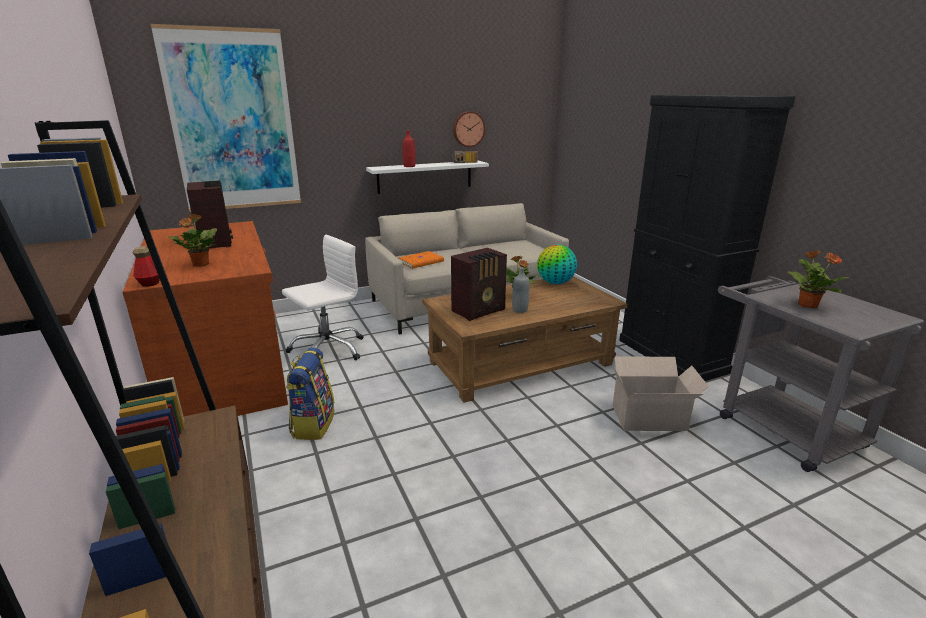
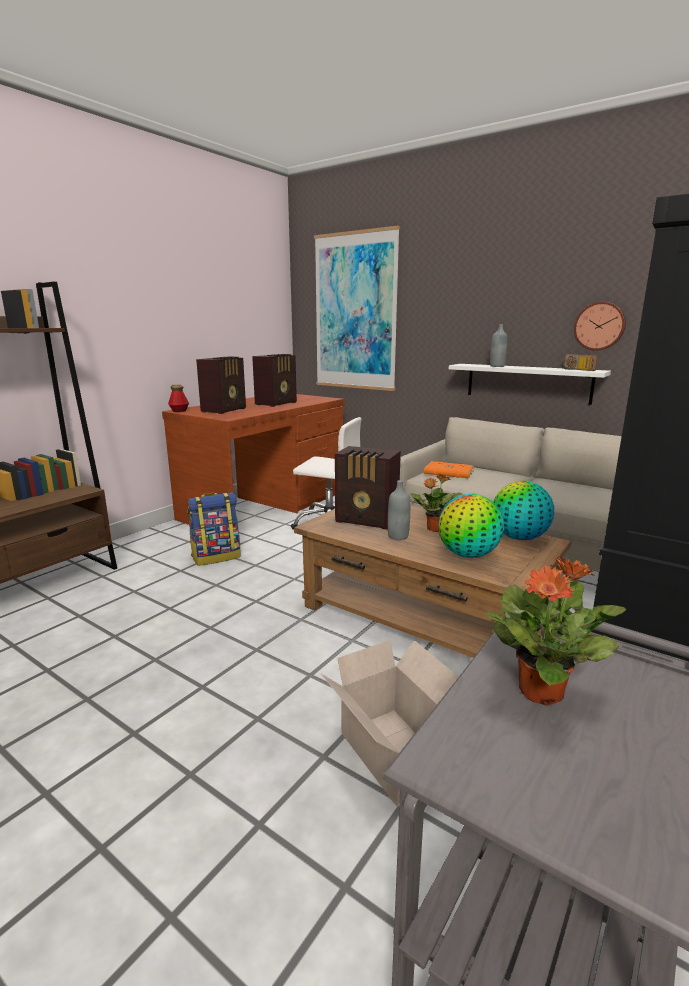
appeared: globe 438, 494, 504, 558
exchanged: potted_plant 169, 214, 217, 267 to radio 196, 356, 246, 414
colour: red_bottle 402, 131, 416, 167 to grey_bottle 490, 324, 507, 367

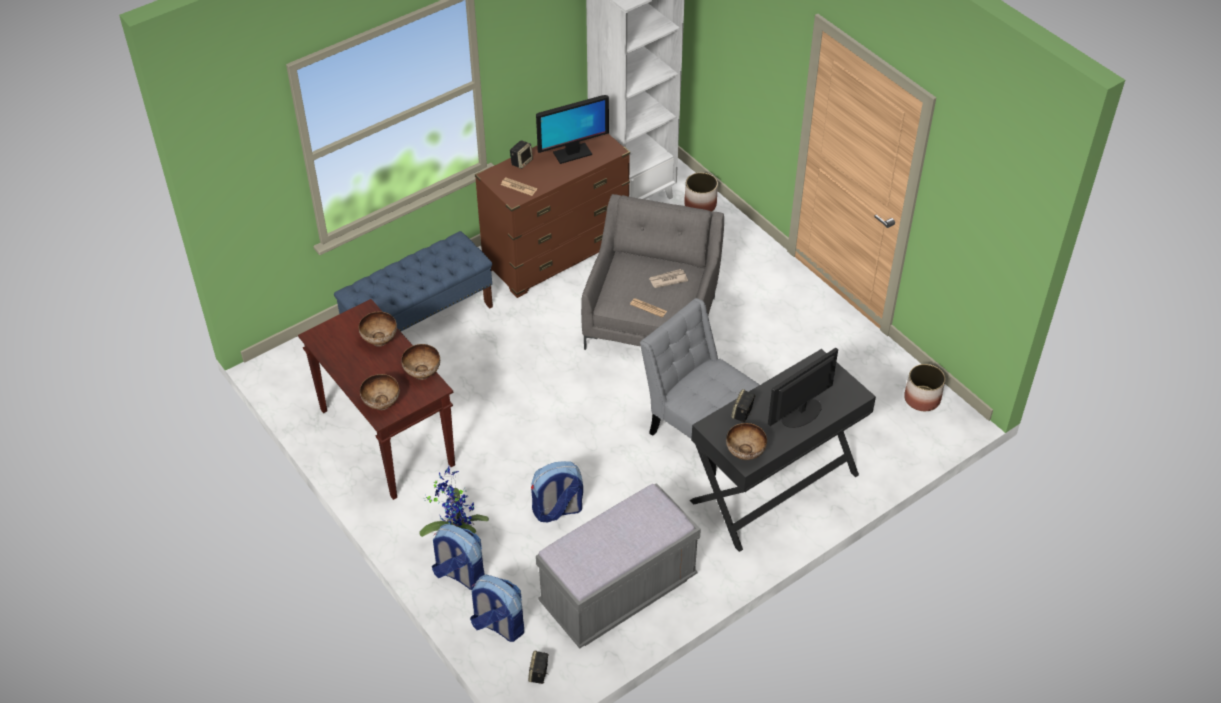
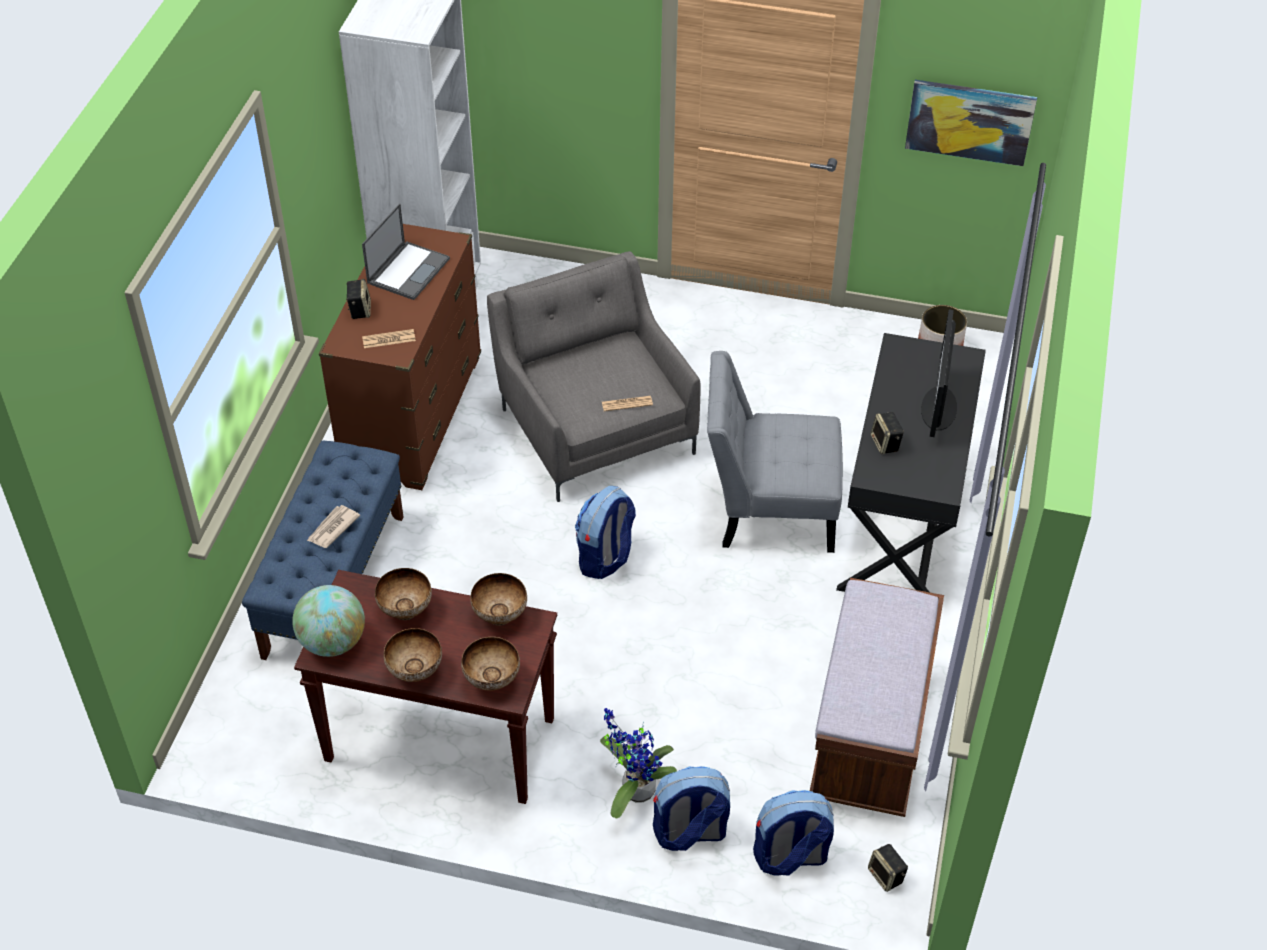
missing: planter 684, 172, 718, 211
appeared: globe 292, 585, 365, 657; picture 905, 80, 1037, 166
relocated: backpack 531, 461, 583, 522 to 575, 486, 636, 579; newspaper 649, 269, 688, 288 to 307, 505, 360, 548; bowl 726, 423, 767, 460 to 383, 628, 442, 682
exchanged: monitor 536, 95, 609, 164 to laptop 362, 203, 450, 300
colour: grey_bench 536, 483, 701, 648 to brown_bench 810, 578, 944, 817

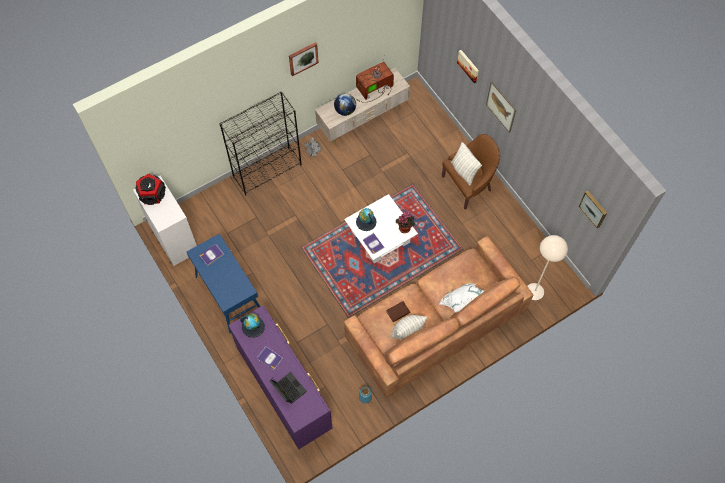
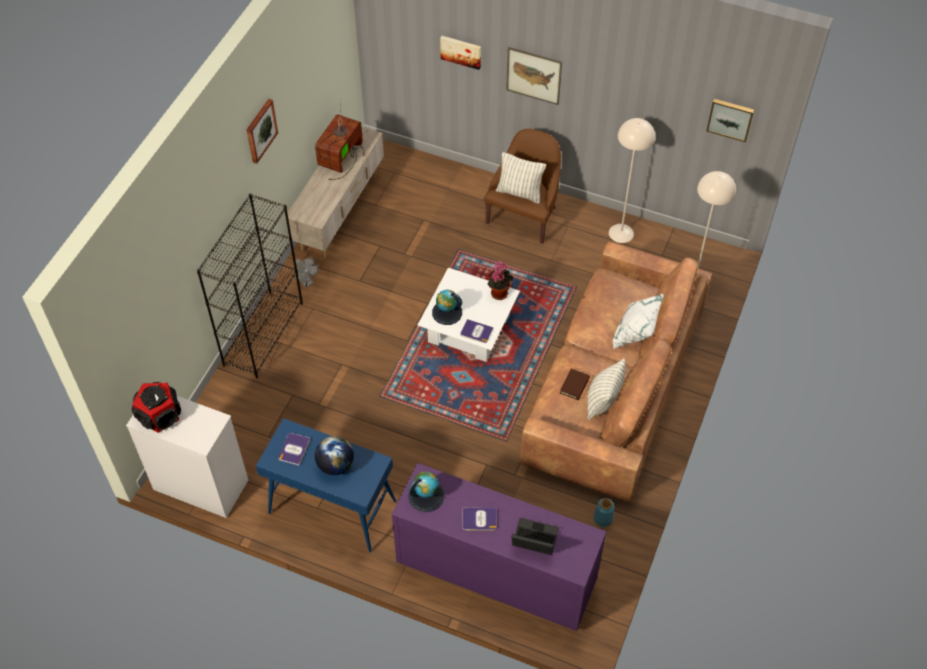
appeared: beige_floor_lamp 609, 118, 655, 243
relocated: globe 334, 93, 356, 116 to 315, 436, 354, 475

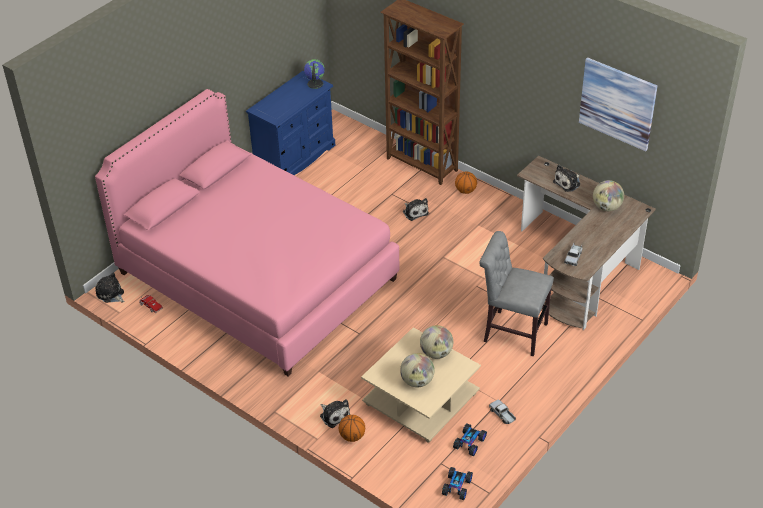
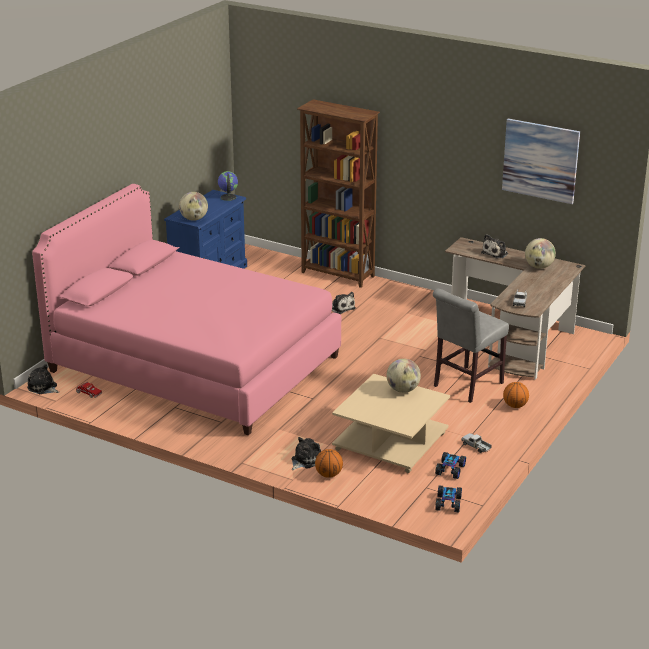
relocated: globe 400, 353, 435, 388 to 179, 192, 208, 221; basketball 455, 171, 477, 194 to 503, 382, 529, 408
spun: plush_toy 320, 399, 350, 428 = 292, 437, 321, 470 90 degrees counterclockwise; grey_chair 479, 231, 554, 356 = 433, 289, 509, 403 60 degrees counterclockwise

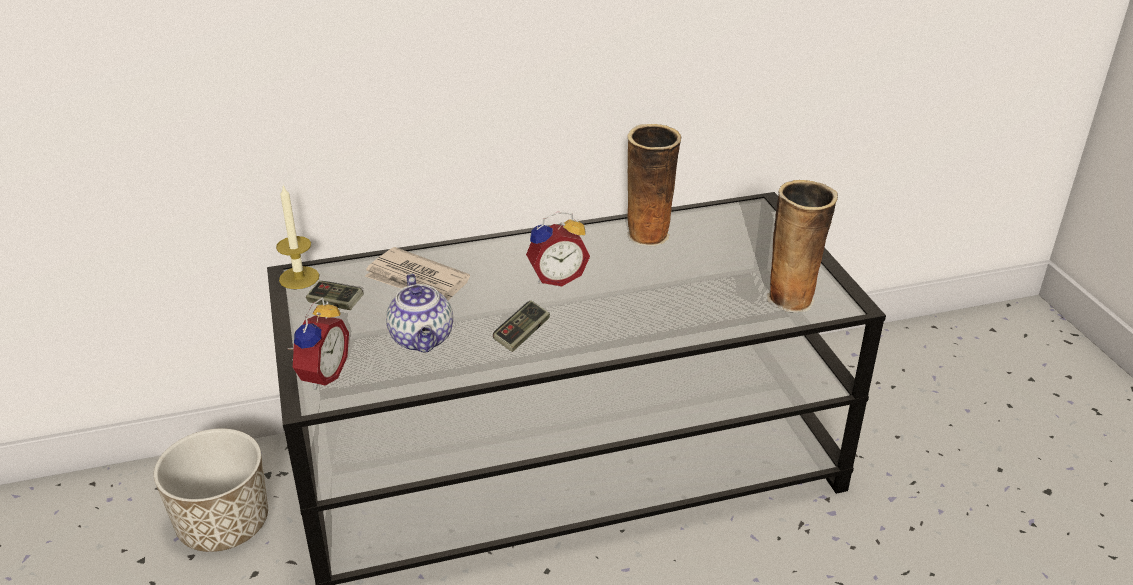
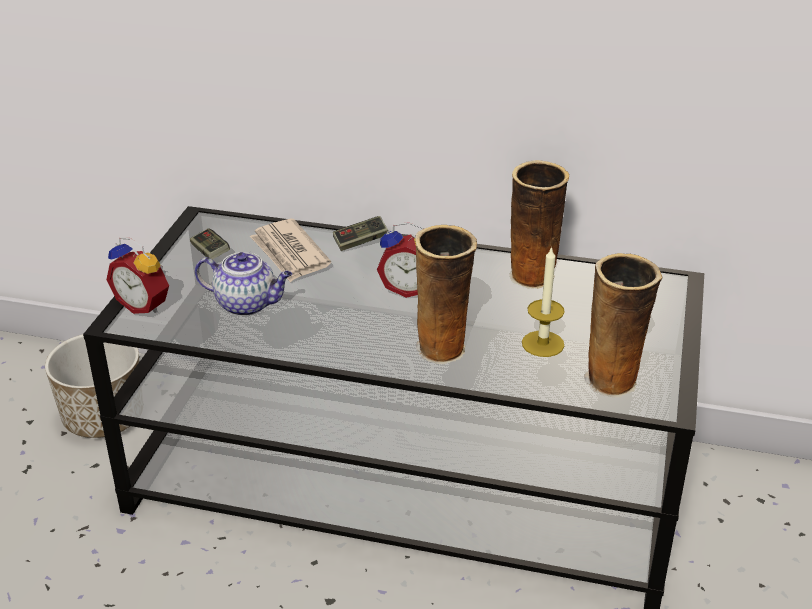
appeared: vase 415, 225, 477, 364
relocated: candle 276, 185, 319, 289 to 522, 246, 565, 357; game_controller 493, 300, 550, 352 to 333, 216, 388, 251
spun: alarm_clock 287, 297, 349, 390 = 106, 237, 169, 314 75 degrees clockwise; teapot 386, 274, 453, 353 = 195, 252, 292, 316 90 degrees counterclockwise

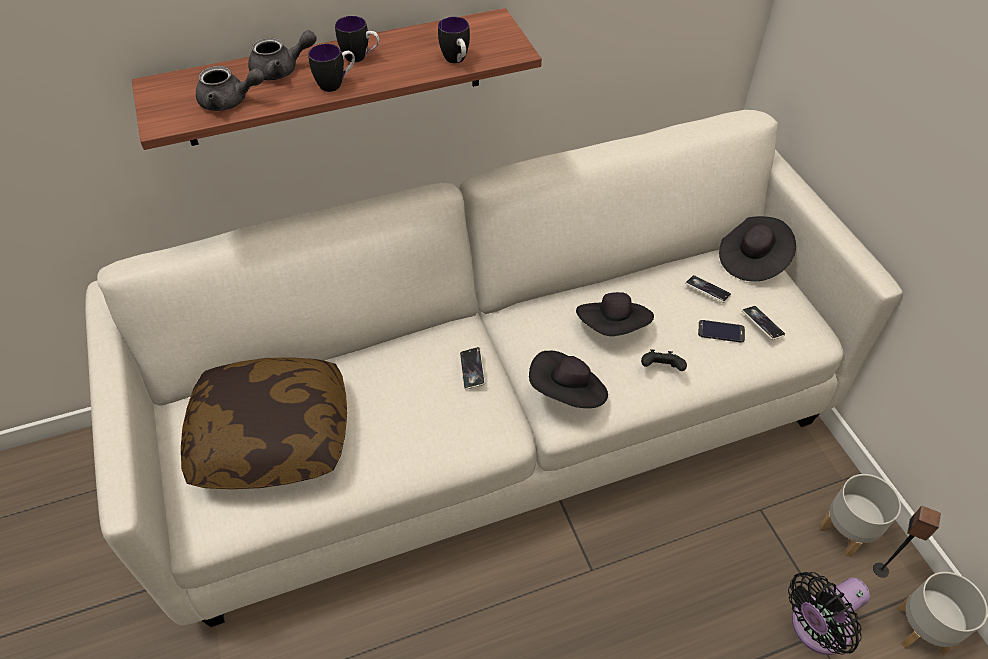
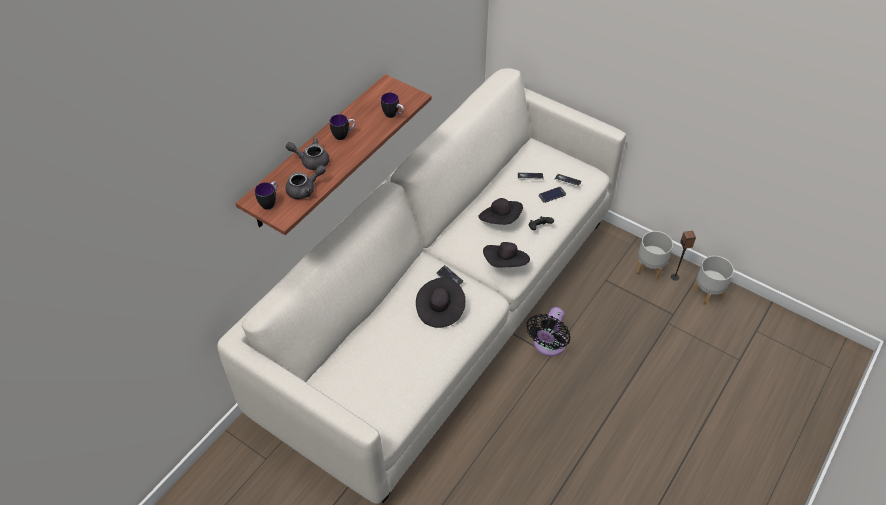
missing: pillow 181, 357, 347, 489
relocated: mug 308, 44, 355, 92 to 255, 182, 277, 210; black_hat 719, 216, 796, 281 to 416, 277, 466, 328; black_fan 788, 572, 870, 655 to 526, 307, 570, 356
spun: grey_teapot 248, 30, 317, 81 = 286, 137, 329, 170 120 degrees counterclockwise

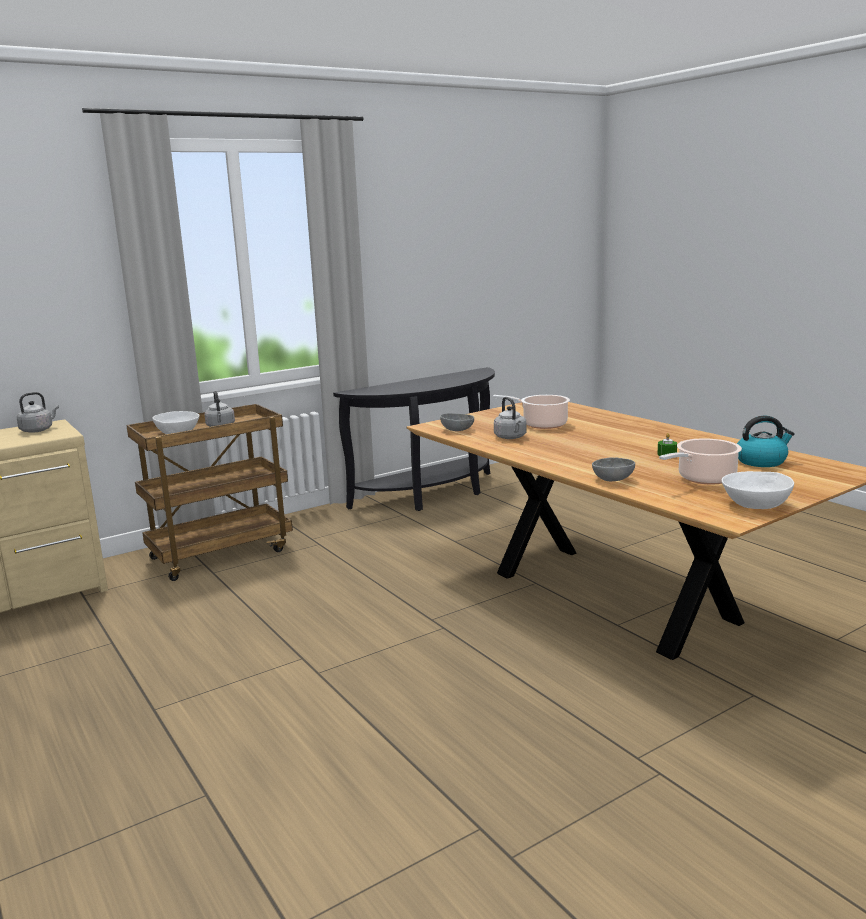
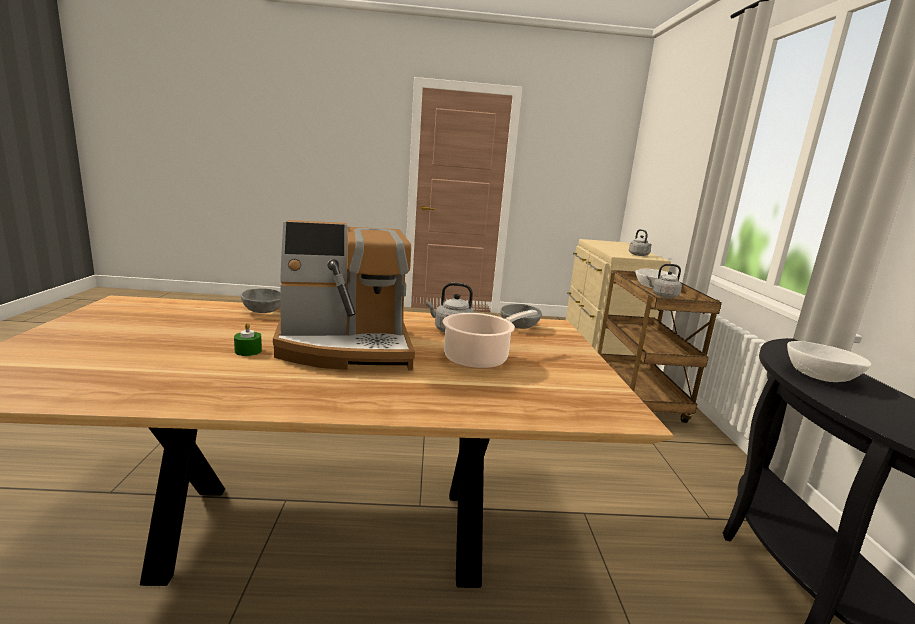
missing: cooking_pot 659, 438, 742, 484; kettle 737, 416, 795, 467
appeared: coffee_machine 273, 220, 415, 370
relocated: white_bowl 722, 471, 794, 509 to 787, 341, 871, 382

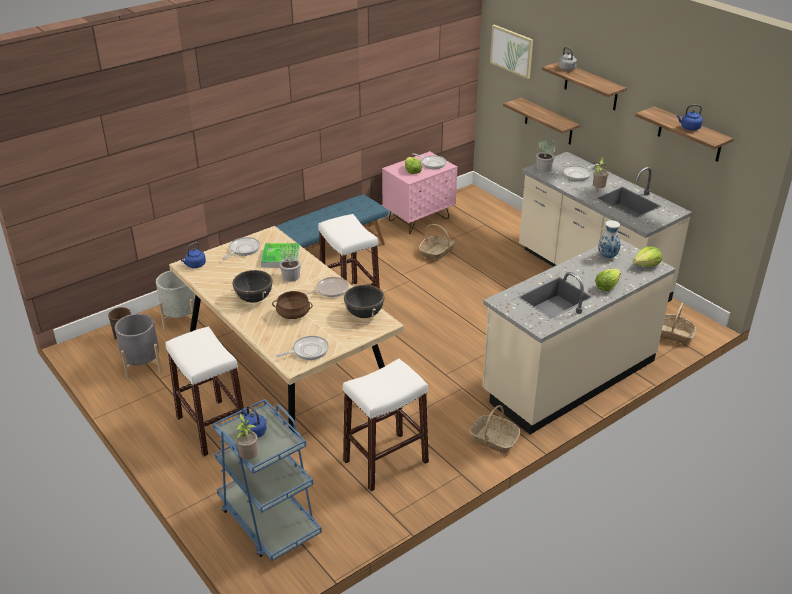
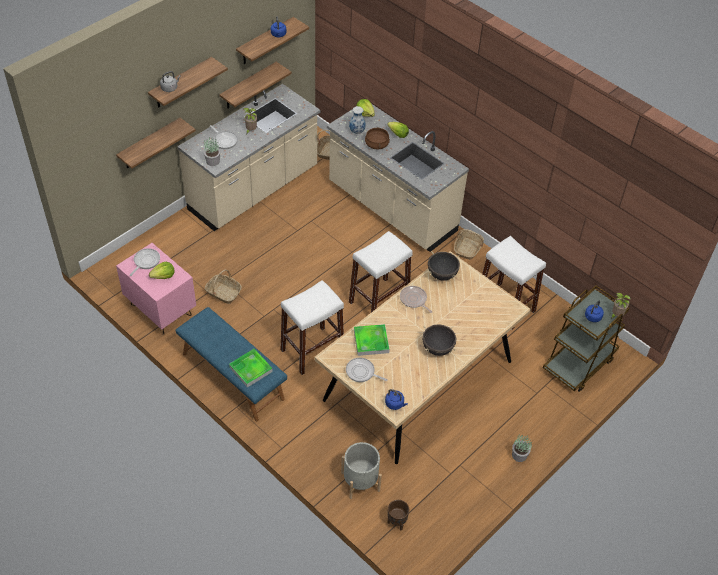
missing: grey_planter 115, 313, 162, 379; frying_pan 276, 336, 329, 360; picture 490, 25, 533, 79
appeared: shelf 219, 62, 292, 109; tray 229, 349, 273, 388
relocated: white_stool 166, 326, 244, 456 to 349, 231, 413, 312; brown_cooking_pot 272, 291, 313, 319 to 365, 127, 390, 149; potted_plant 279, 242, 301, 282 to 512, 435, 532, 462
colour: blue_cart 213, 399, 322, 561 to brown_cart 543, 285, 629, 392

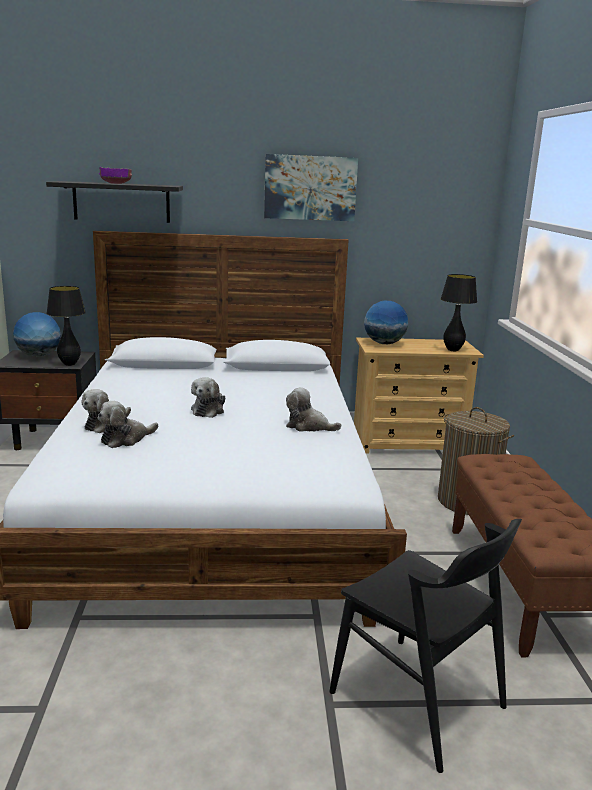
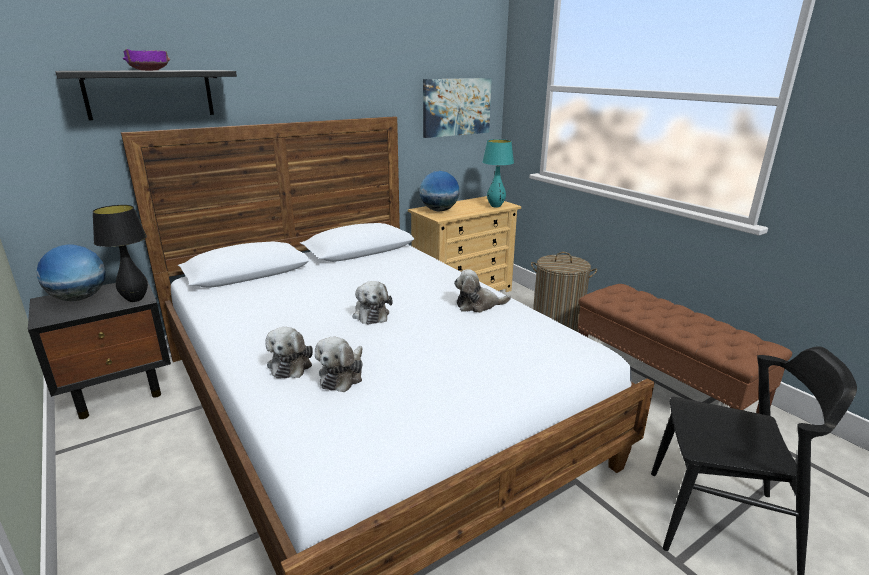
relocated: picture 264, 154, 358, 221 to 423, 78, 492, 138
colour: black_table_lamp 441, 274, 477, 351 to turquoise_table_lamp 483, 139, 514, 207

